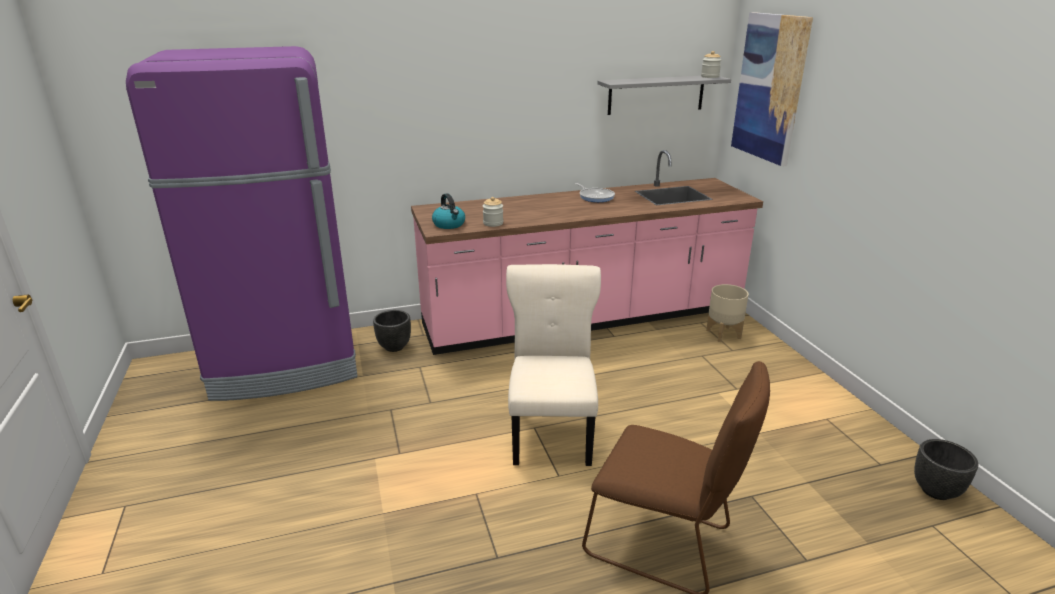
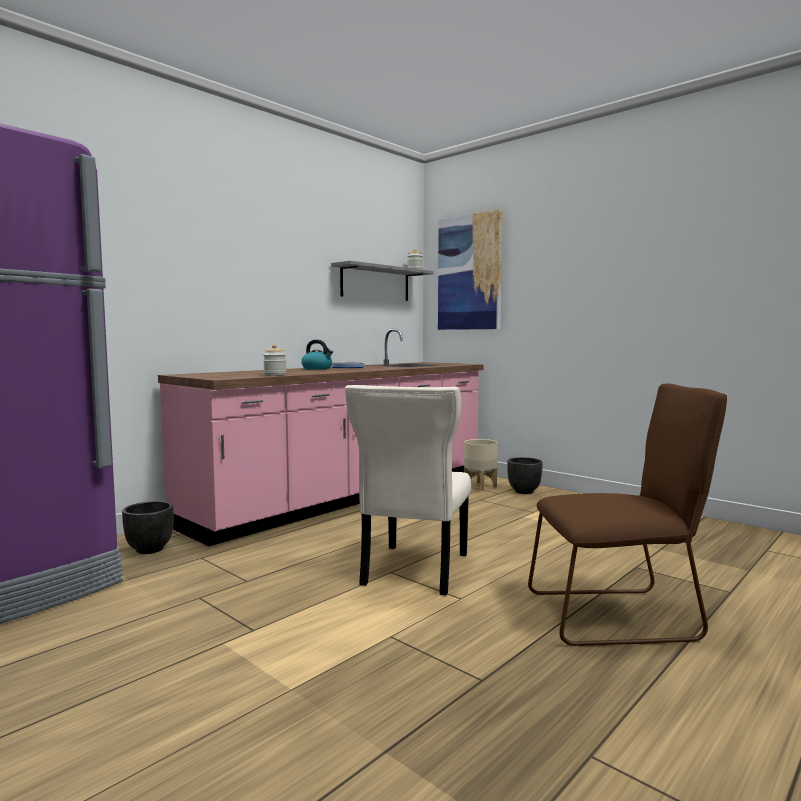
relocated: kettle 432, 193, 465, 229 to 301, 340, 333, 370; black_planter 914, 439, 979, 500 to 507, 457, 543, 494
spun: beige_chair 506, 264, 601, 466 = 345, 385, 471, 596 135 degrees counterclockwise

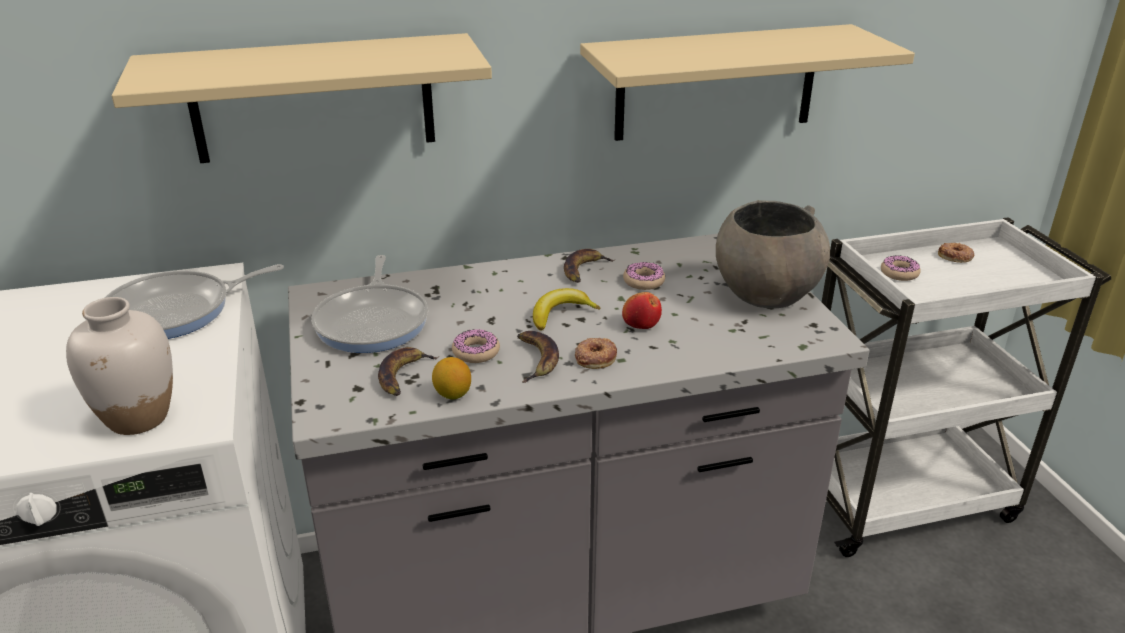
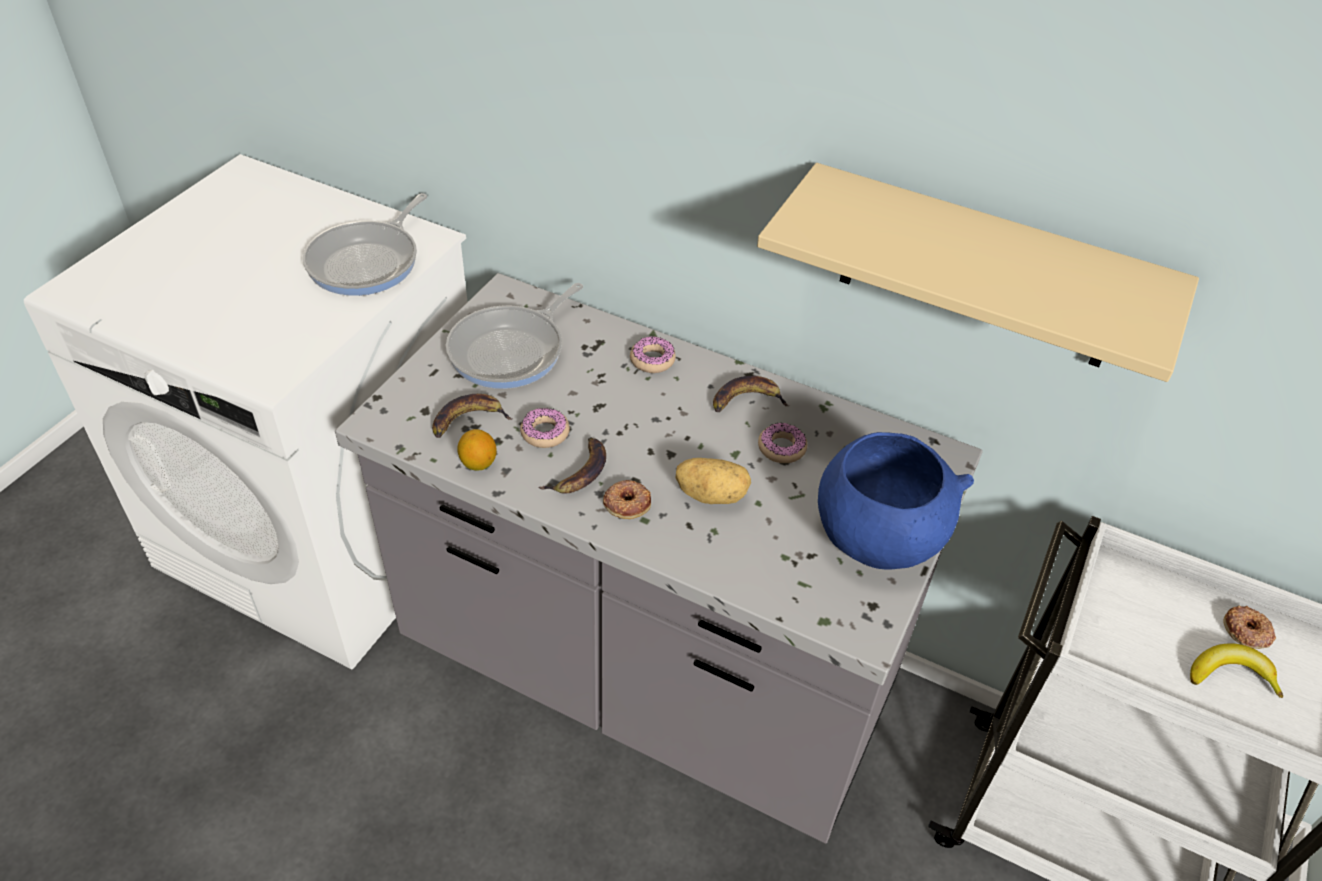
missing: white_vase 66, 297, 173, 435; beige_shelf 112, 33, 492, 163
relocated: banana 533, 288, 601, 330 to 1190, 644, 1283, 699; donut 881, 255, 921, 281 to 630, 336, 676, 373
exchanged: apple 622, 292, 662, 329 to potato 676, 458, 751, 504
colour: grey_bowl 716, 200, 830, 309 to blue_bowl 818, 432, 974, 570
spun: frying_pan 104, 264, 284, 339 = 303, 193, 427, 296 75 degrees counterclockwise

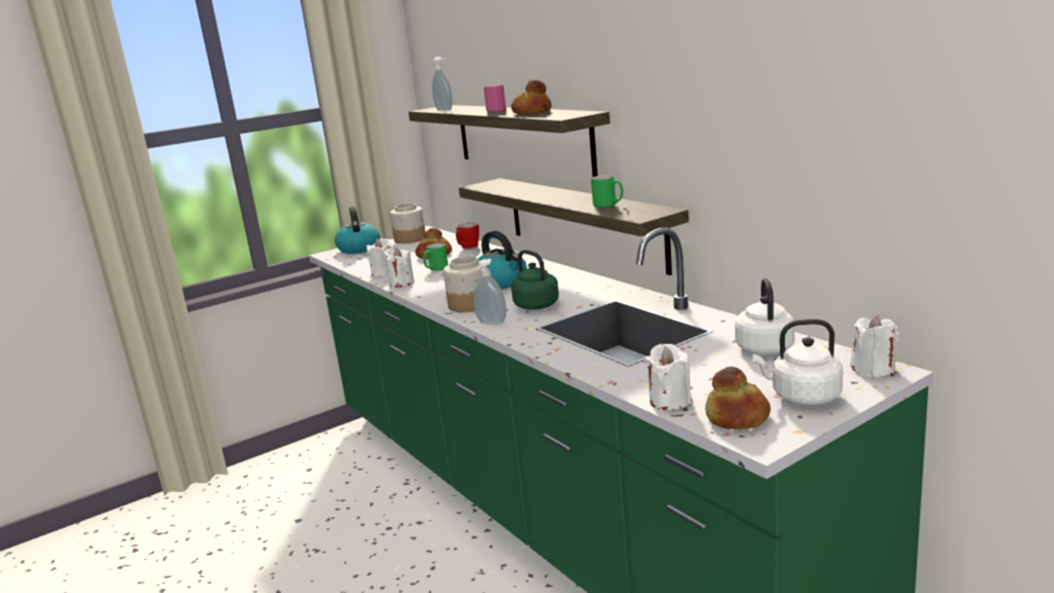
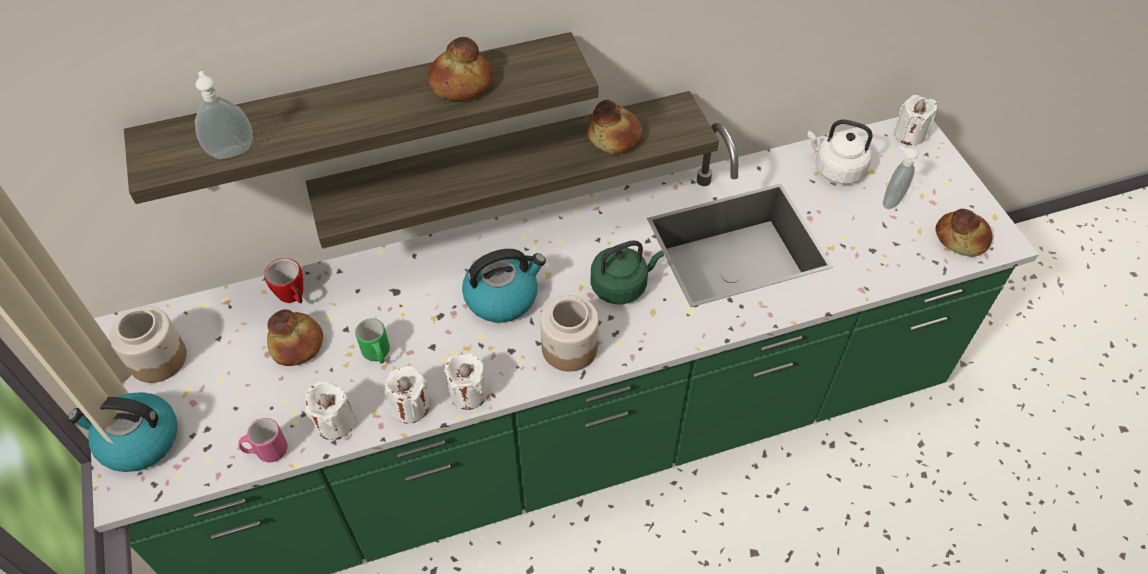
missing: white_kettle 752, 319, 843, 406
relocated: soap_dispenser 473, 259, 507, 325 to 883, 146, 919, 209; pink_mug 484, 84, 506, 112 to 238, 418, 288, 462; white_candle 645, 344, 691, 410 to 444, 353, 488, 410
exchanged: green_mug 591, 175, 623, 208 to bread 587, 100, 642, 154

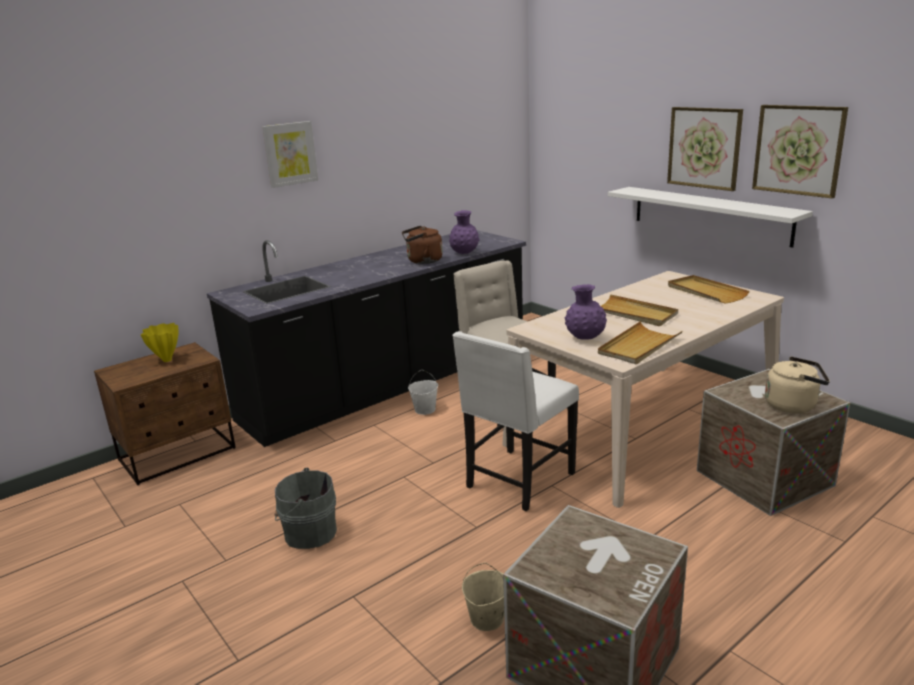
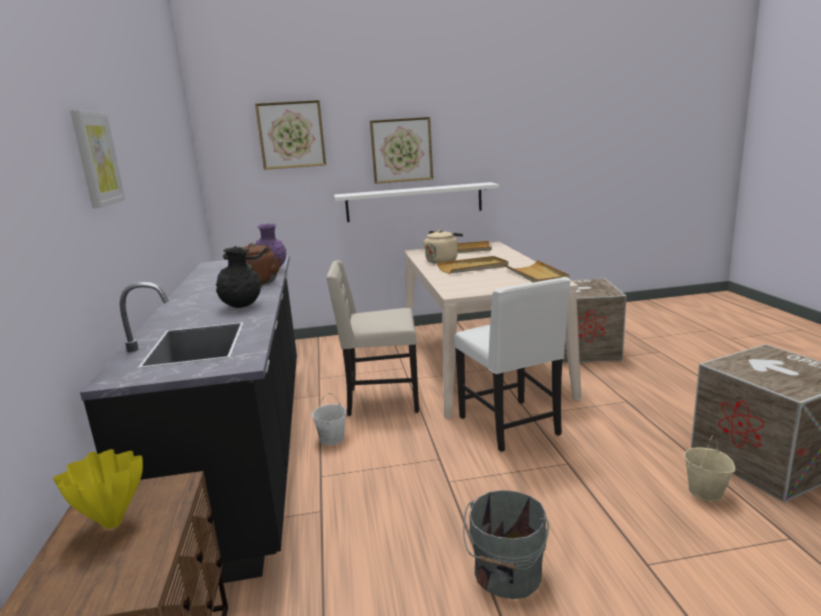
missing: purple_vase 565, 284, 607, 340
appeared: black_vase 216, 247, 261, 308
relocated: picture 752, 105, 848, 198 to 255, 100, 326, 170; beige_kettle 765, 357, 830, 413 to 422, 230, 463, 263

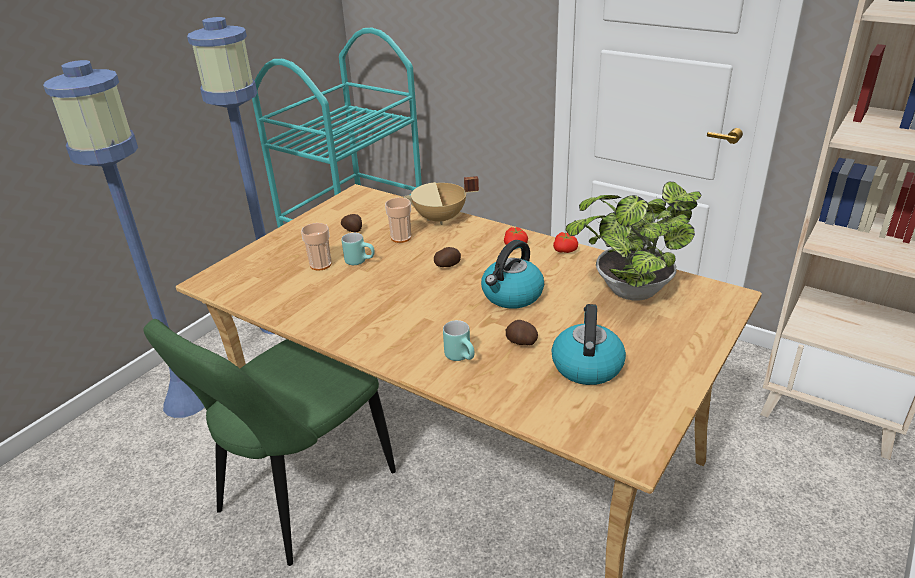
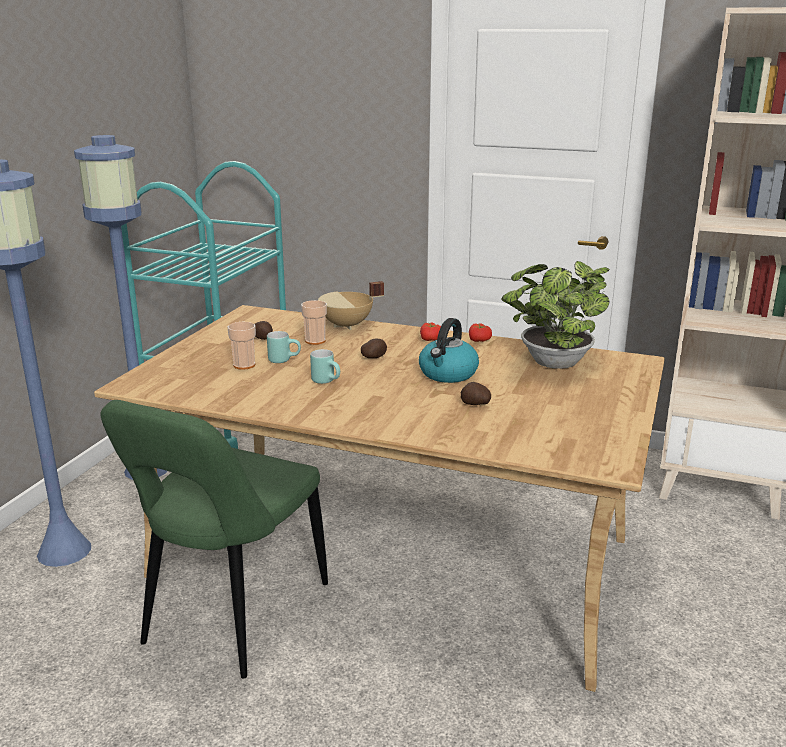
missing: kettle 551, 304, 626, 385
relocated: turquoise_mug 443, 320, 475, 361 to 310, 349, 340, 384

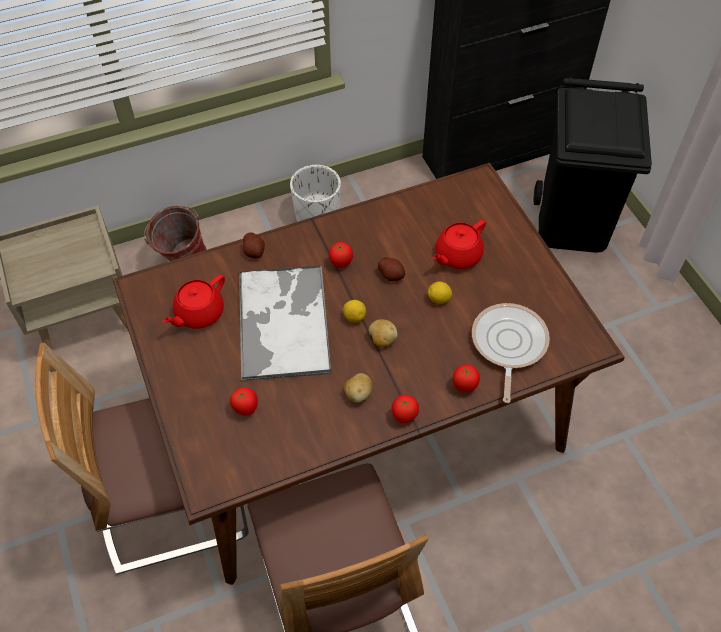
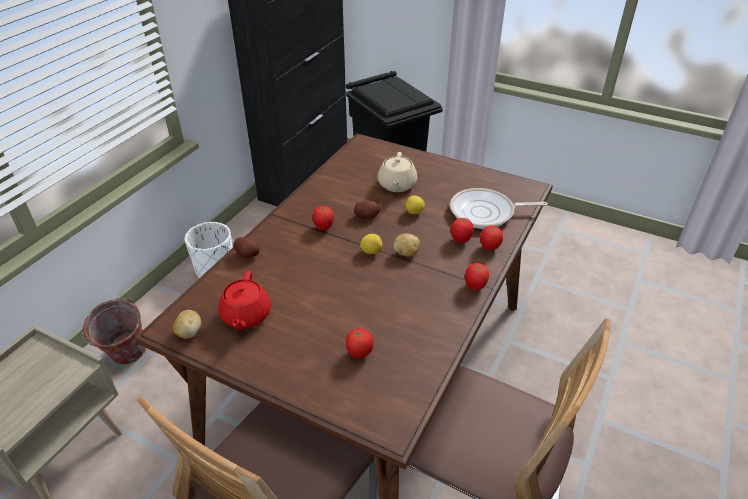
missing: tray 239, 265, 332, 380
appeared: tomato 451, 218, 474, 243
relocated: potato 344, 373, 373, 403 to 173, 310, 201, 339
colour: red_teapot 433, 220, 486, 269 to beige_teapot 378, 152, 417, 192
spun: frying_pan 472, 303, 550, 403 = 450, 188, 548, 229 60 degrees counterclockwise

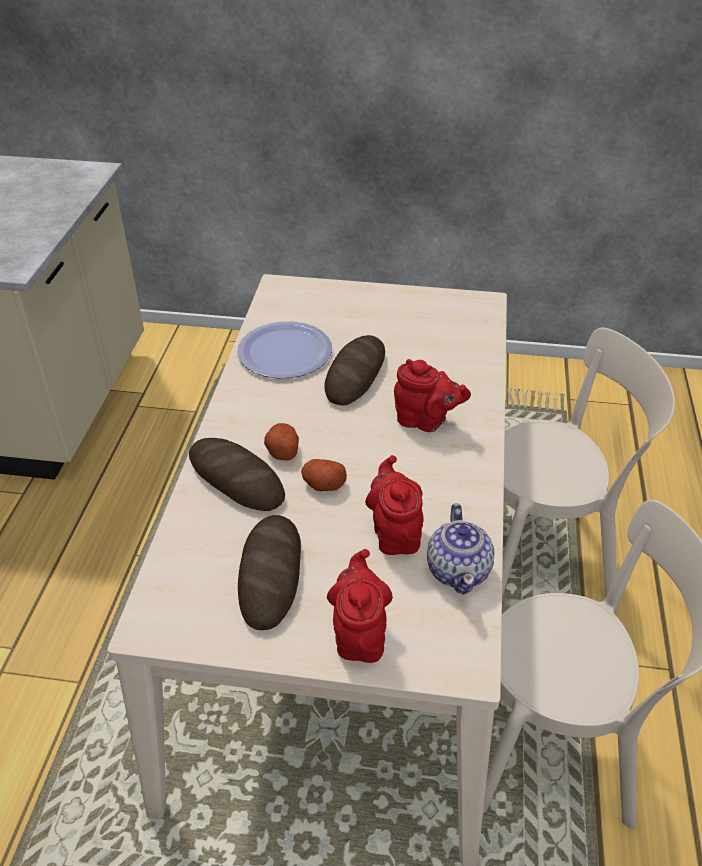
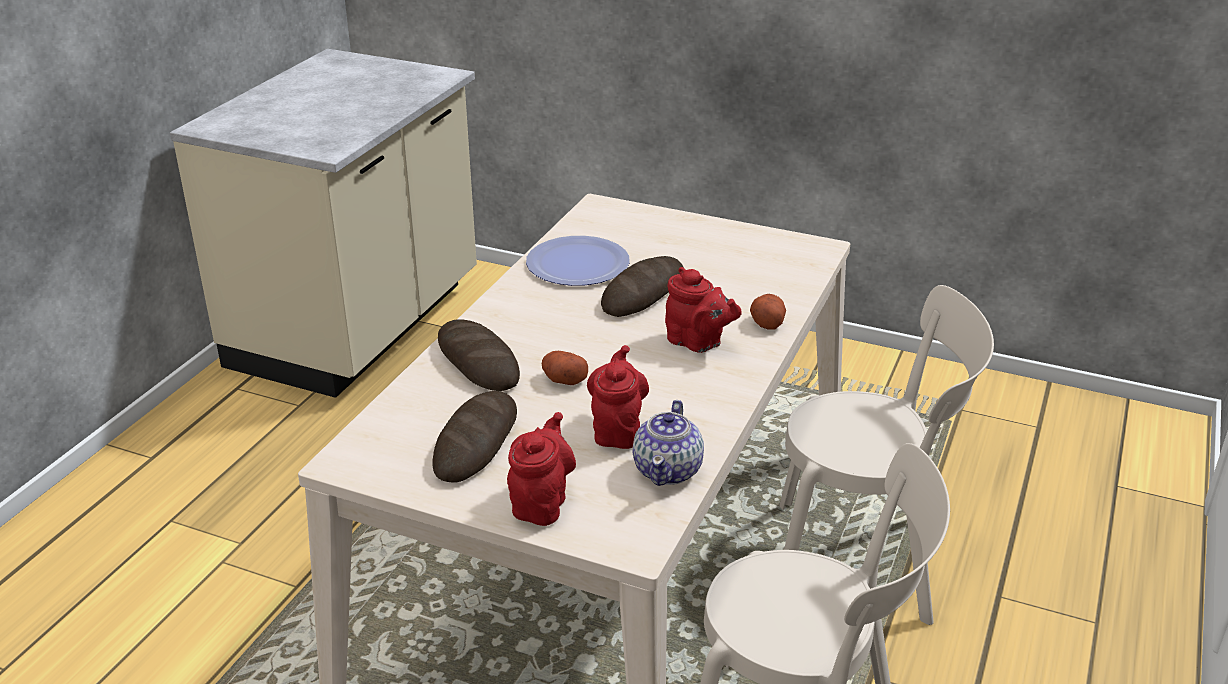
relocated: potato 264, 423, 299, 460 to 750, 294, 786, 329

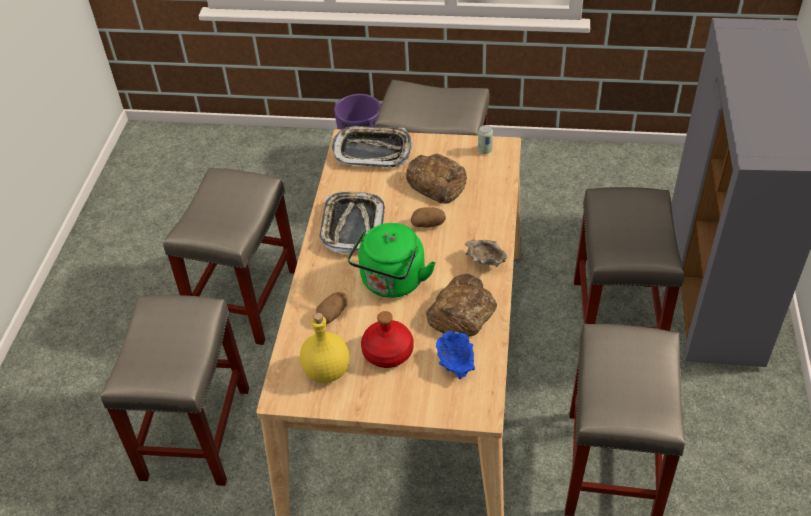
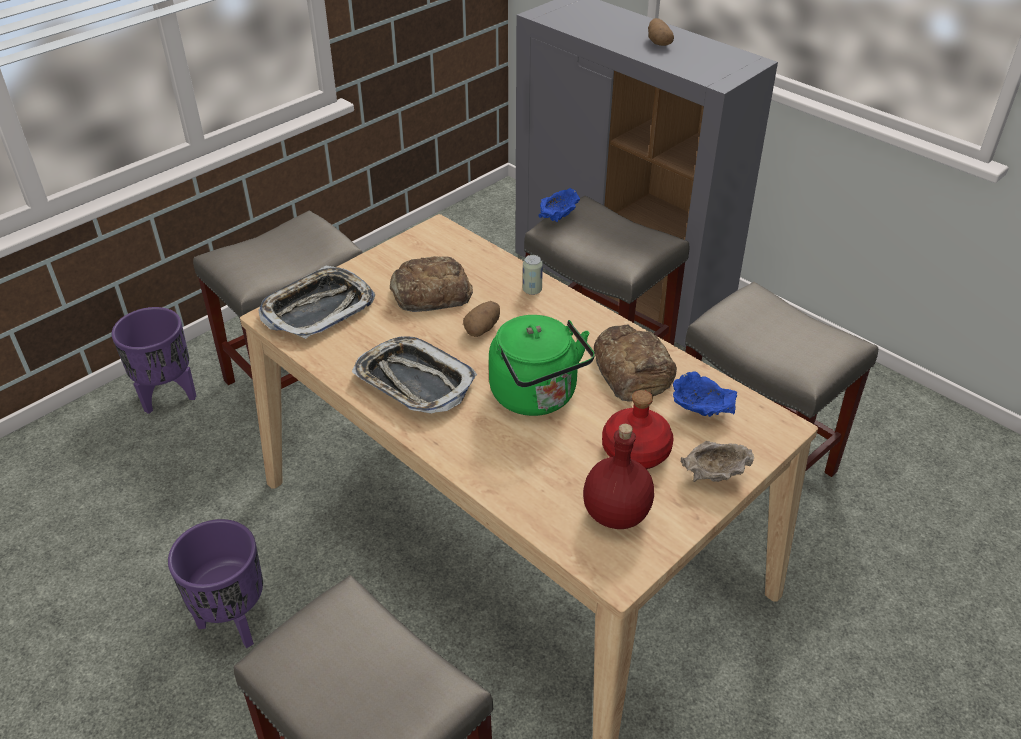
appeared: blue_bowl 538, 188, 580, 222
relocated: potato 316, 292, 347, 324 to 648, 18, 674, 46; beige_bowl 464, 239, 507, 267 to 681, 441, 754, 482; can 478, 125, 493, 154 to 523, 255, 543, 295
exchanged: beige_stool 163, 168, 297, 345 to purple_planter 168, 519, 263, 648
colour: yellow_bottle 300, 313, 349, 383 to red_bottle 583, 424, 654, 529

